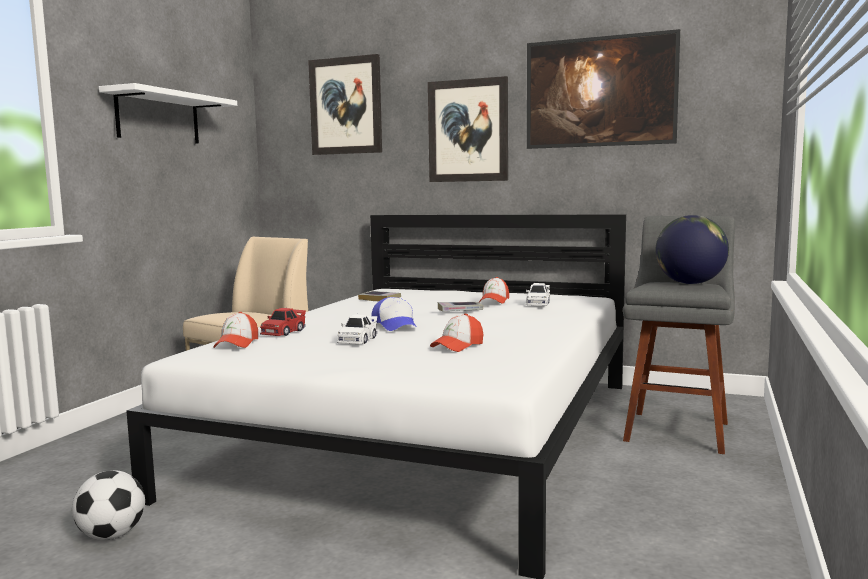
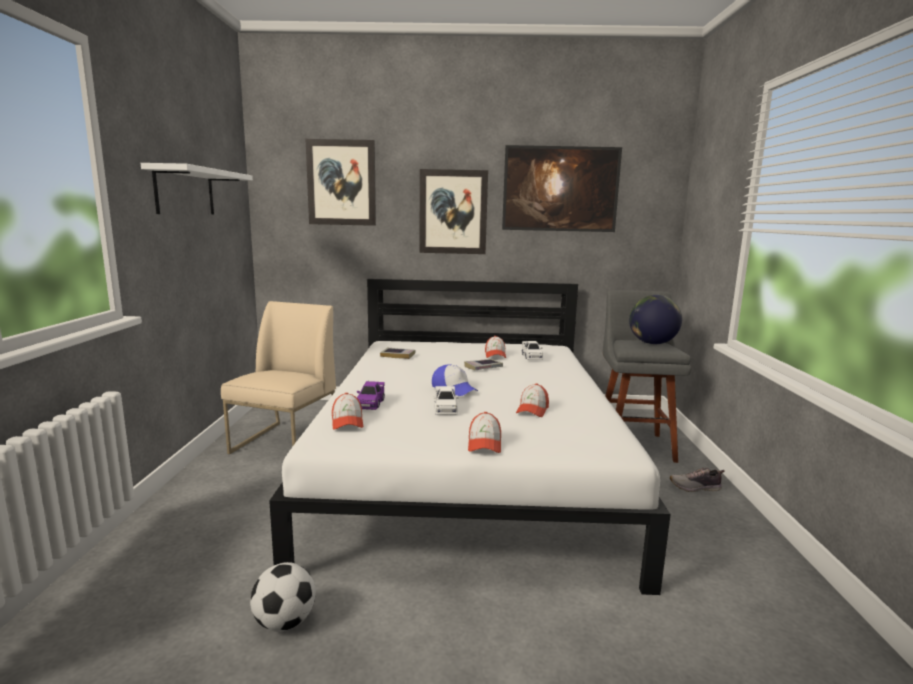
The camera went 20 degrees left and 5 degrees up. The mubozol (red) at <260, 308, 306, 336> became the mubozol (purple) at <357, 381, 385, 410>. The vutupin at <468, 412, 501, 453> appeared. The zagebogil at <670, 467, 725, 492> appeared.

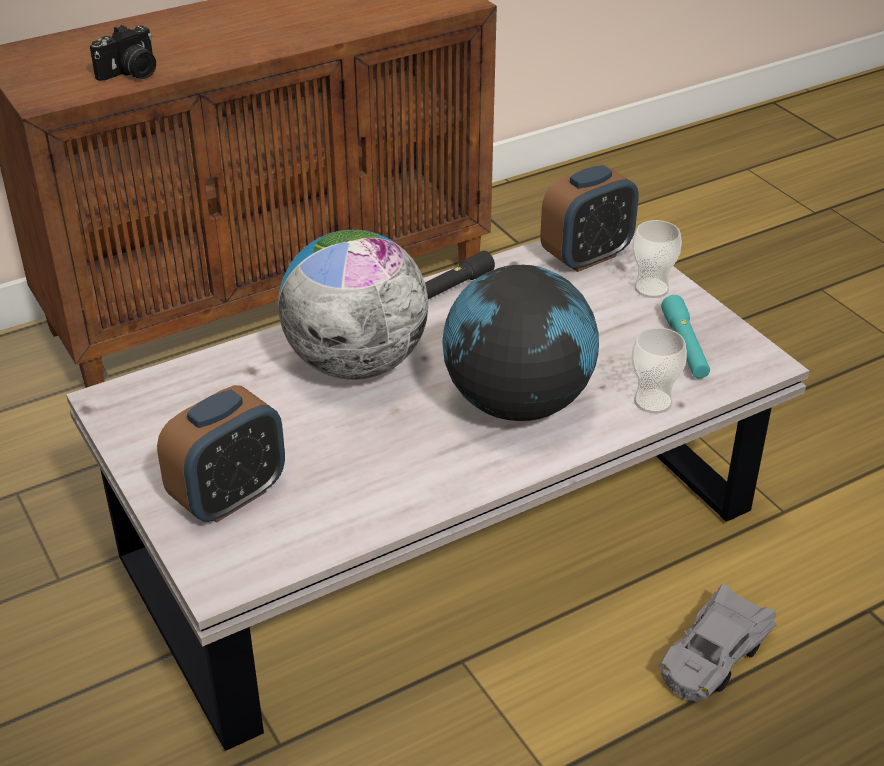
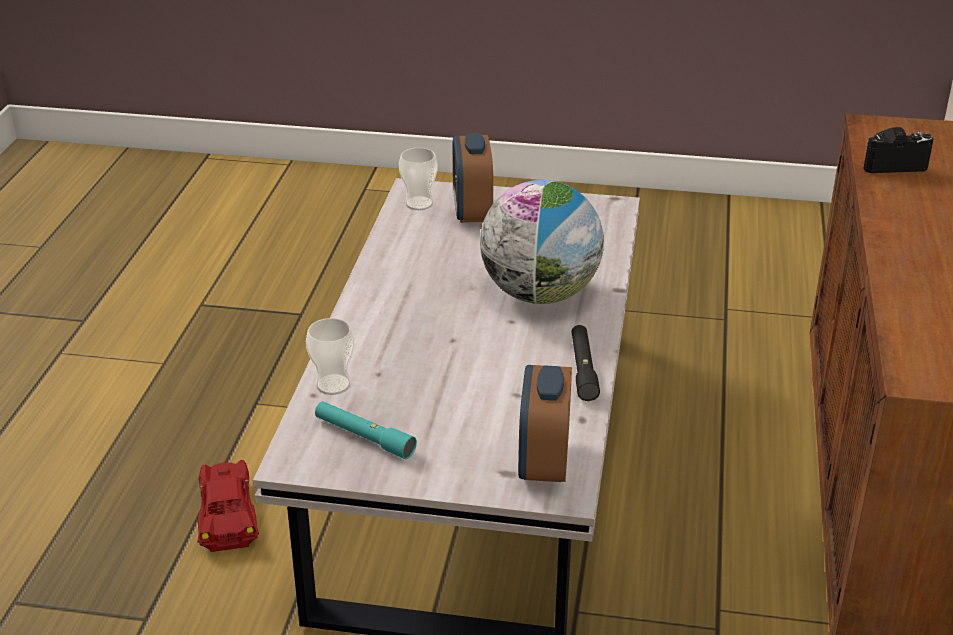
The camera went 130 degrees right and 5 degrees down. The mubozol (grey) at <659, 584, 777, 702> became the mubozol (red) at <198, 460, 259, 552>. The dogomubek moved from <632, 220, 682, 298> to <399, 148, 438, 210>. The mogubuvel at <90, 25, 156, 81> turned 90 degrees clockwise. The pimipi at <442, 265, 599, 421> disappeared.

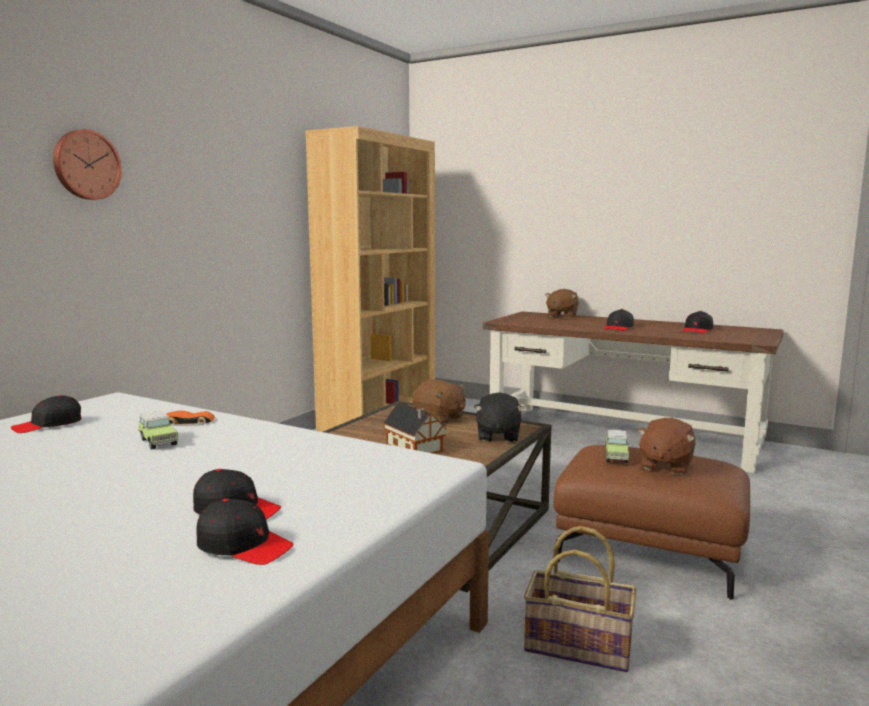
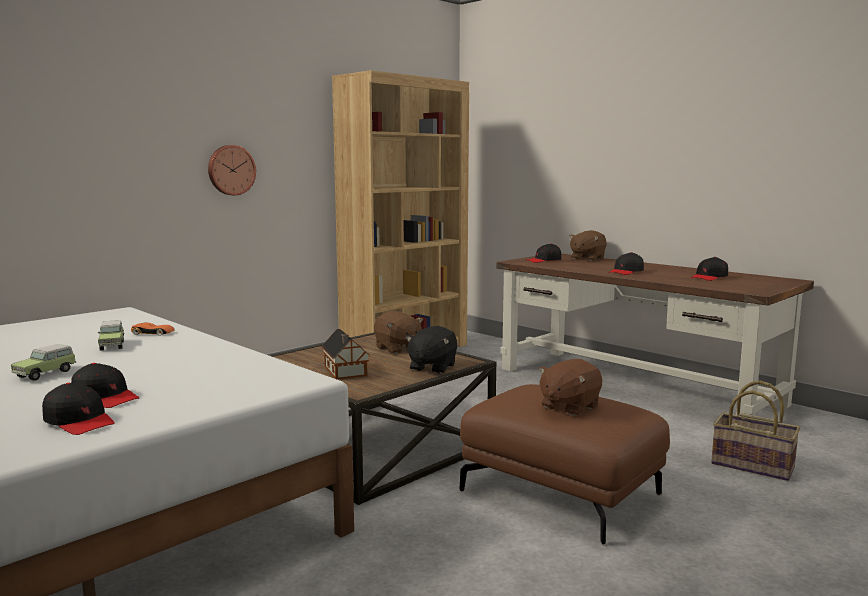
The camera went 15 degrees right and 0 degrees up. The mubozol moved from <605, 430, 630, 463> to <11, 344, 76, 381>. The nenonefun moved from <53, 129, 122, 200> to <208, 145, 256, 195>. The vutupin (black) moved from <11, 395, 81, 433> to <526, 243, 561, 263>. The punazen moved from <524, 526, 636, 672> to <711, 380, 800, 481>.

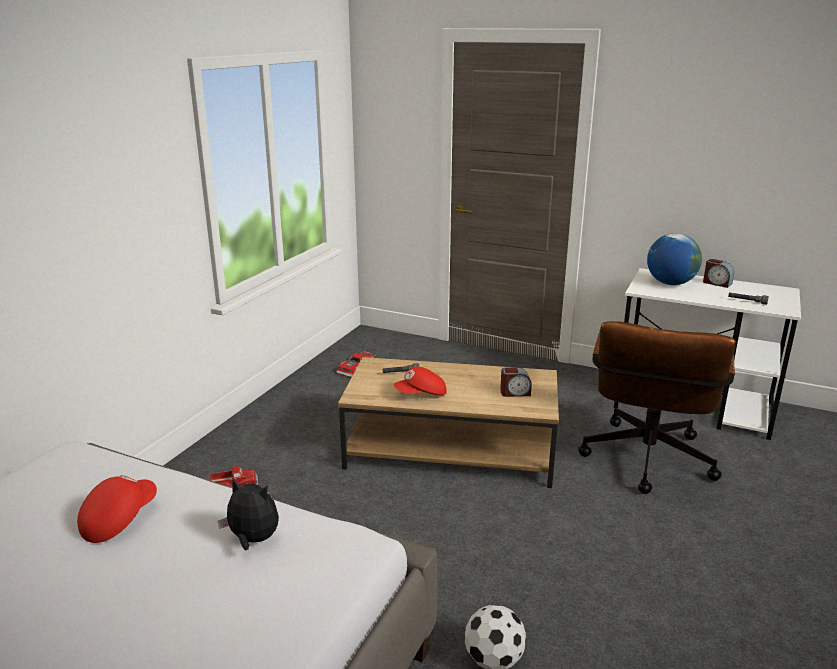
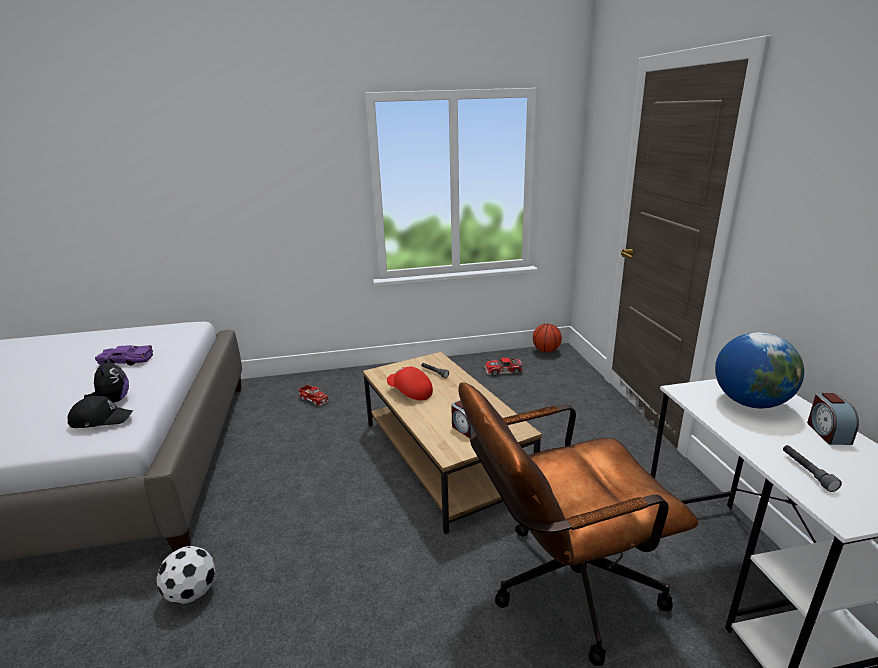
The camera went 55 degrees right and 0 degrees up. The vutupin (black) at <67, 396, 133, 428> appeared. The vutupin (red) at <77, 475, 157, 543> was replaced by the mubozol (purple) at <95, 345, 153, 366>. The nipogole at <533, 324, 562, 352> appeared.

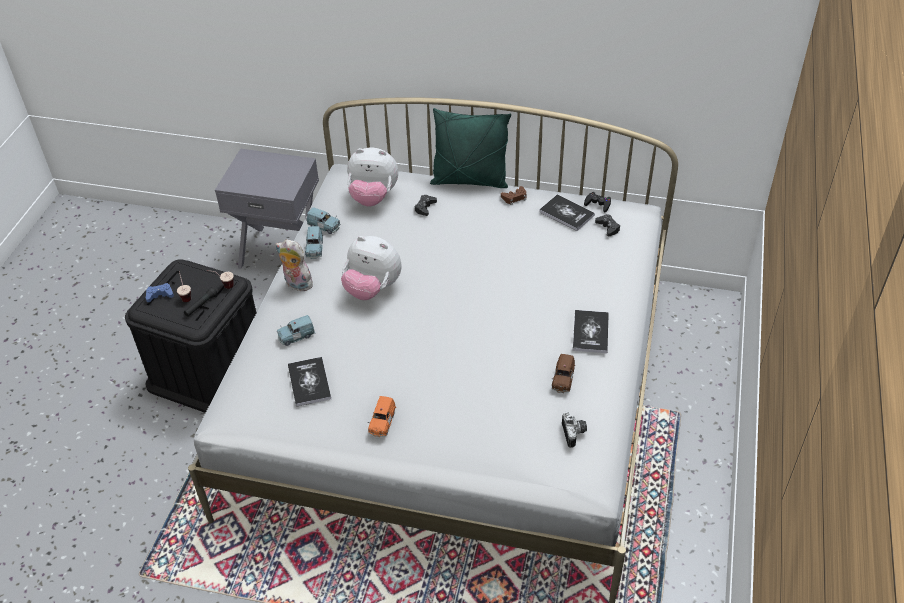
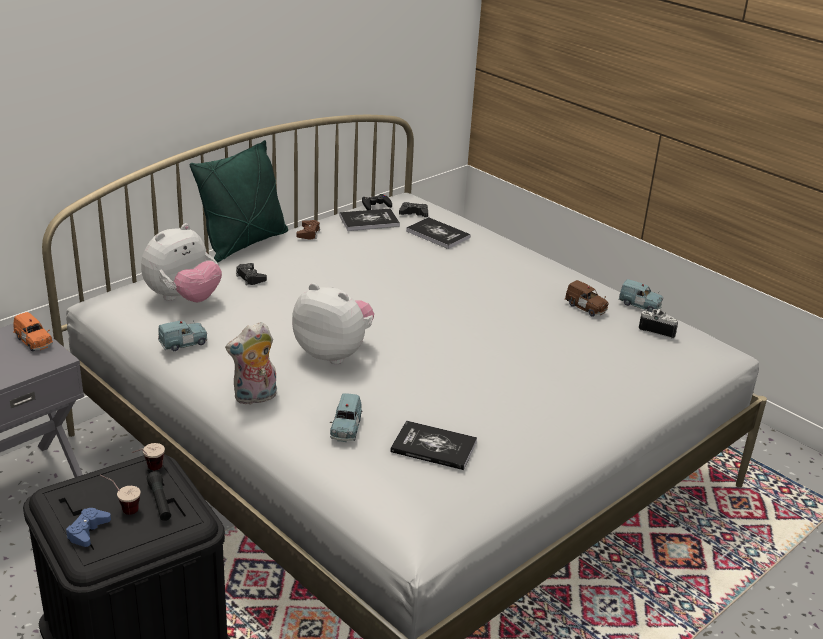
The camera went 60 degrees left and 15 degrees down. The mubozol (orange) moved from <368, 396, 396, 437> to <13, 312, 53, 351>. The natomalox at <341, 236, 402, 300> turned 120 degrees counterclockwise. The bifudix moved from <573, 310, 609, 353> to <406, 217, 471, 249>. The mubozol (blue) moved from <304, 226, 323, 259> to <618, 279, 663, 312>.

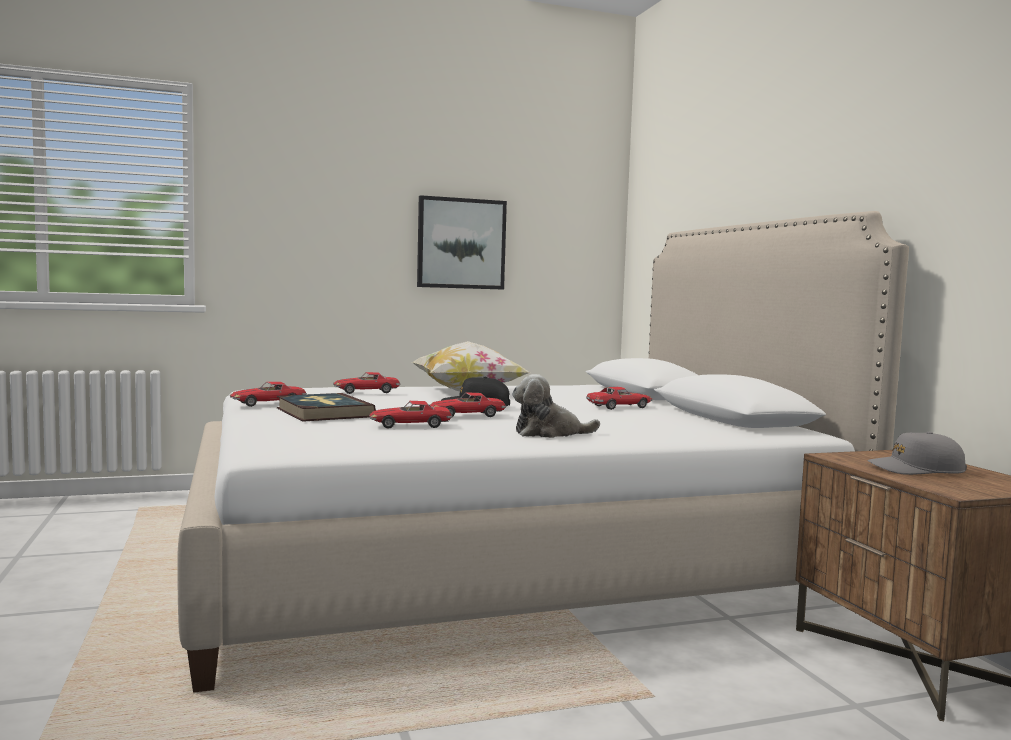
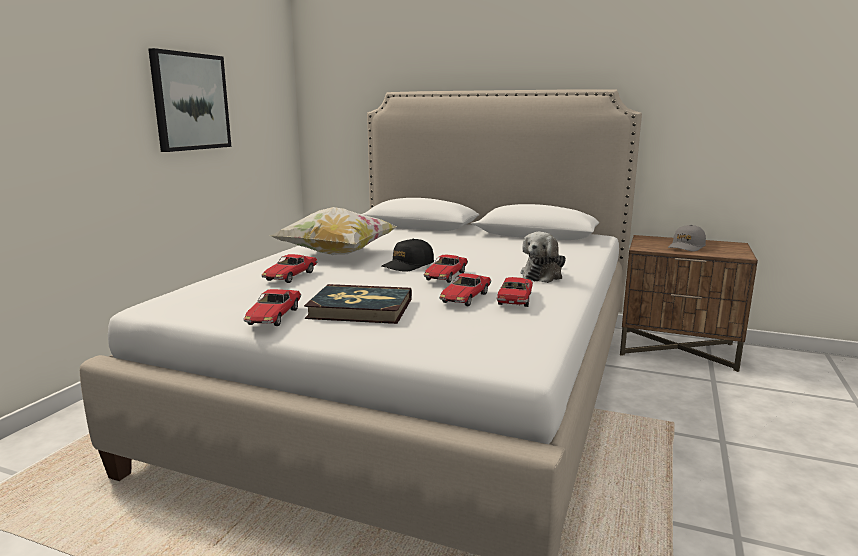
The camera went 50 degrees left and 10 degrees up. The mubozol moved from <586, 387, 653, 410> to <496, 277, 533, 307>.

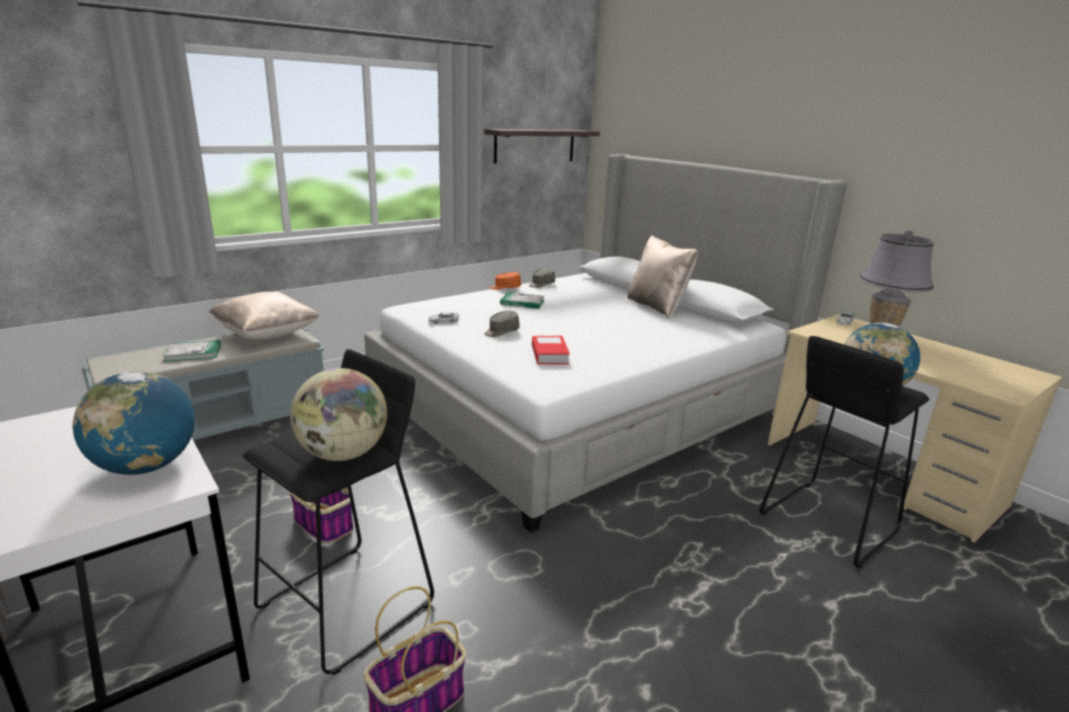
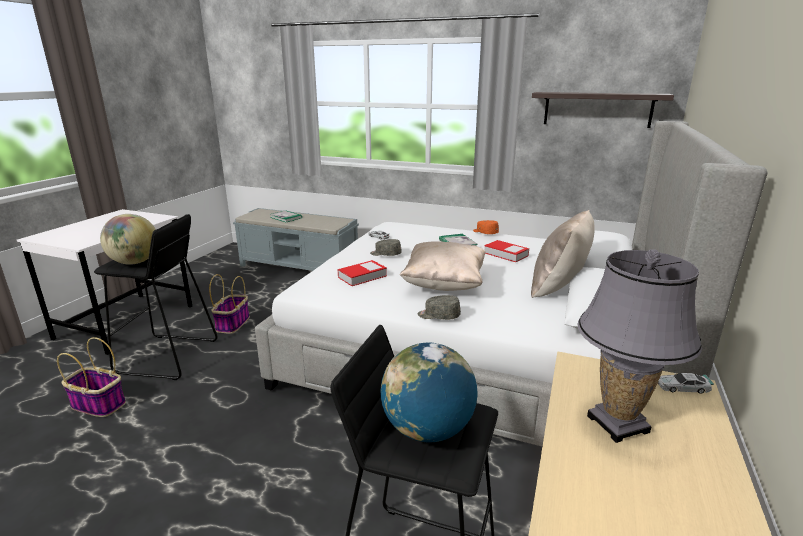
The camera went 60 degrees right and 0 degrees up. The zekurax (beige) moved from <209, 292, 319, 340> to <400, 241, 486, 291>. The vutupin (grey) moved from <529, 268, 555, 288> to <418, 295, 461, 320>. The bifudix at <484, 240, 529, 262> appeared. The pimipi at <72, 371, 195, 475> disappeared.

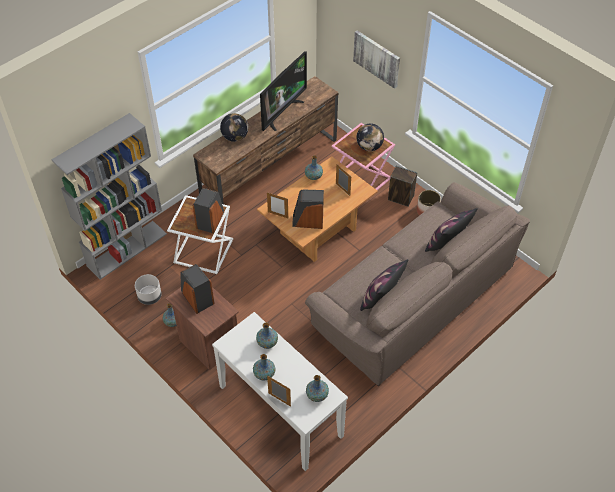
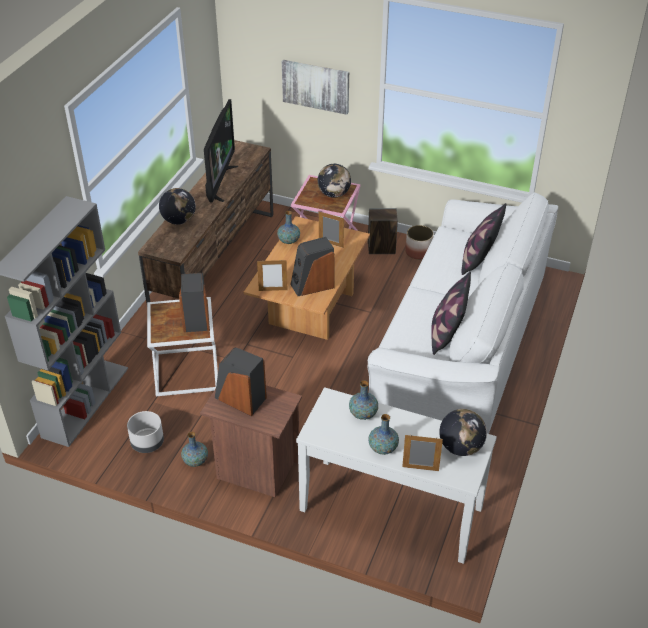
The camera went 25 degrees left and 10 degrees down. The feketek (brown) at <305, 182, 530, 386> became the feketek (white) at <368, 192, 558, 434>. The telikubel at <306, 375, 329, 402> was replaced by the pimipi at <439, 409, 487, 456>.

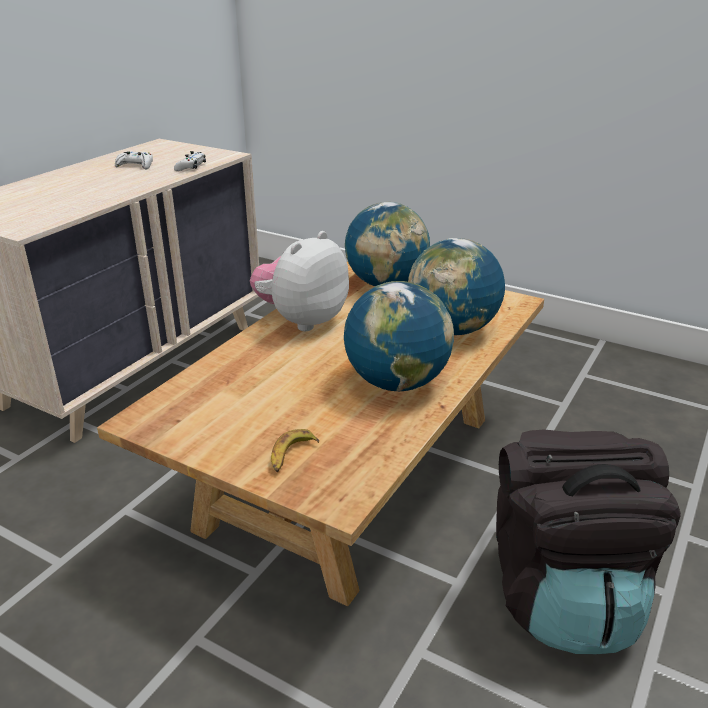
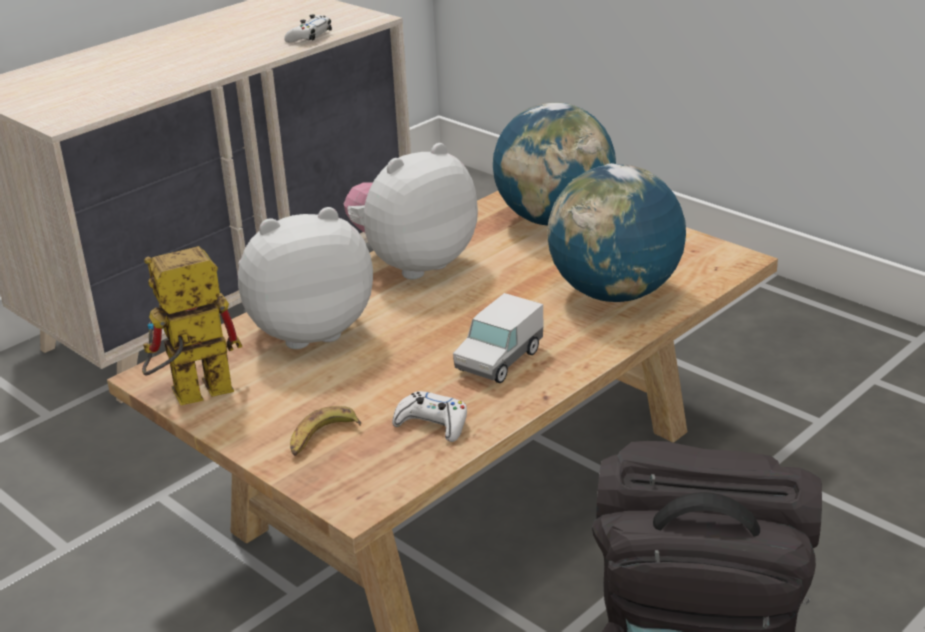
The camera went 15 degrees right and 0 degrees up. The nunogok at <142, 246, 242, 405> appeared. The natomalox at <238, 207, 373, 349> appeared. The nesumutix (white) moved from <115, 151, 153, 169> to <392, 391, 467, 442>. The pimipi at <344, 281, 454, 391> was replaced by the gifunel at <453, 293, 543, 383>.

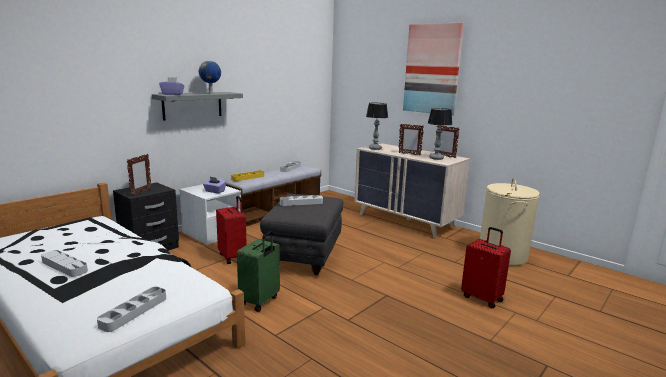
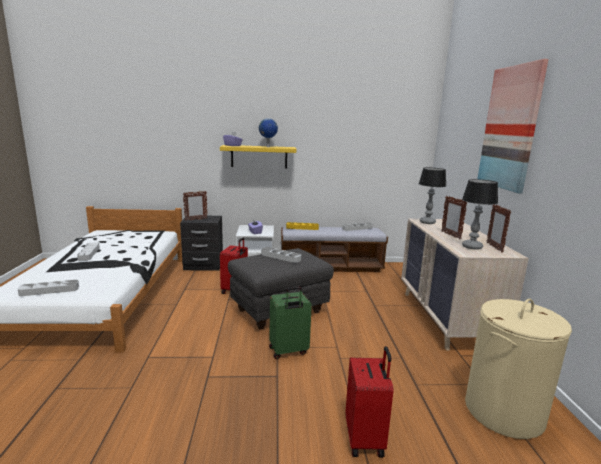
The camera went 45 degrees right and 0 degrees up. The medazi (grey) at <152, 92, 243, 120> became the medazi (yellow) at <220, 145, 296, 168>. The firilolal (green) moved from <237, 231, 280, 312> to <269, 287, 312, 359>.

